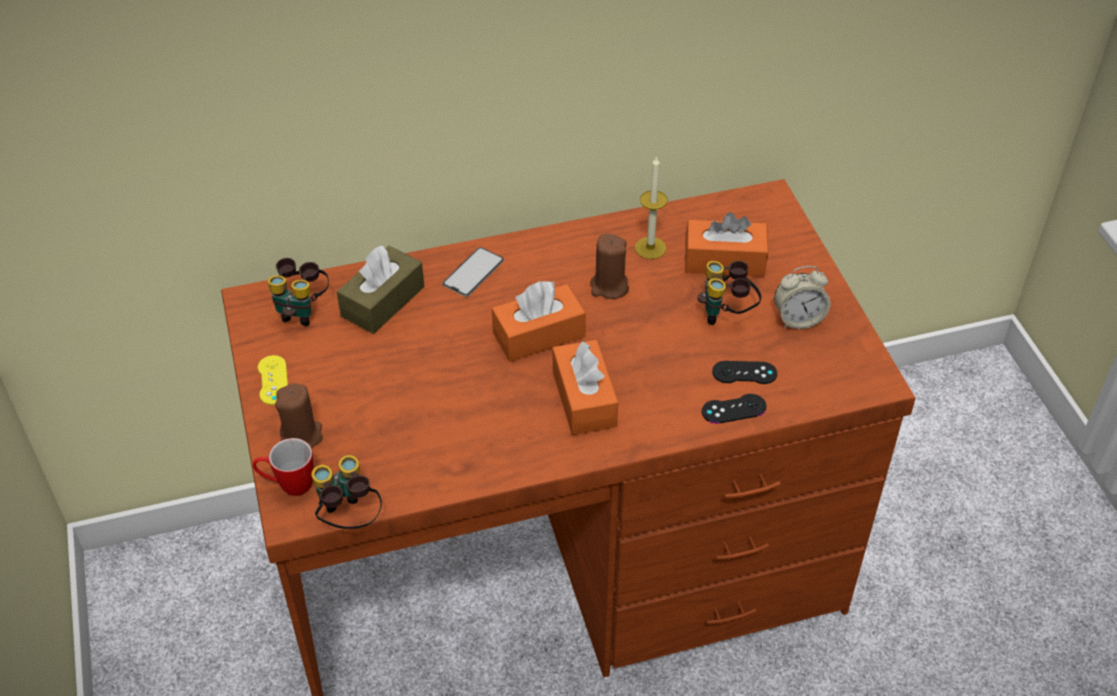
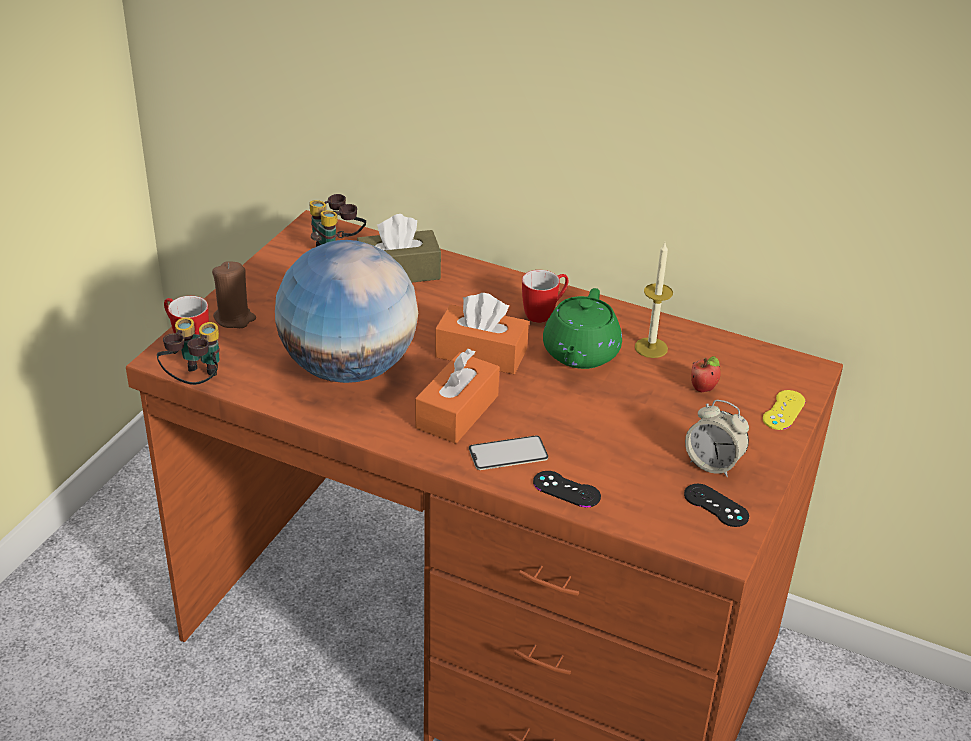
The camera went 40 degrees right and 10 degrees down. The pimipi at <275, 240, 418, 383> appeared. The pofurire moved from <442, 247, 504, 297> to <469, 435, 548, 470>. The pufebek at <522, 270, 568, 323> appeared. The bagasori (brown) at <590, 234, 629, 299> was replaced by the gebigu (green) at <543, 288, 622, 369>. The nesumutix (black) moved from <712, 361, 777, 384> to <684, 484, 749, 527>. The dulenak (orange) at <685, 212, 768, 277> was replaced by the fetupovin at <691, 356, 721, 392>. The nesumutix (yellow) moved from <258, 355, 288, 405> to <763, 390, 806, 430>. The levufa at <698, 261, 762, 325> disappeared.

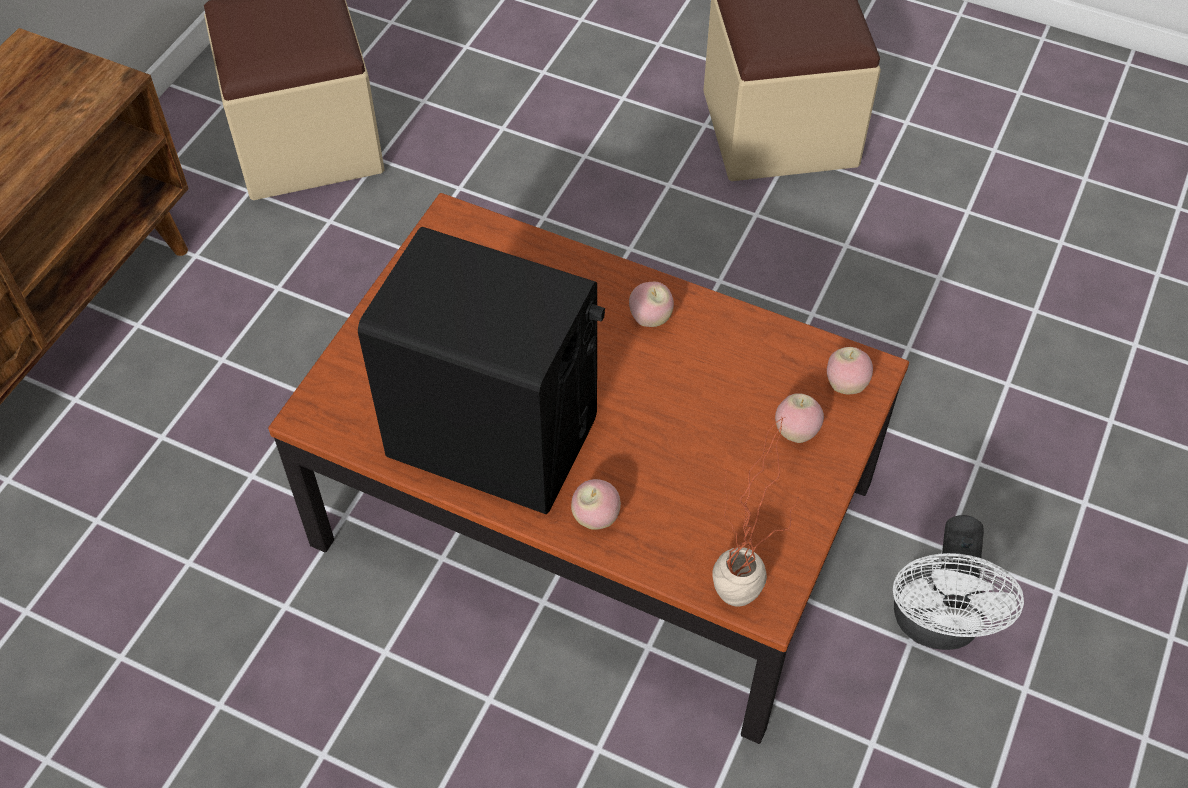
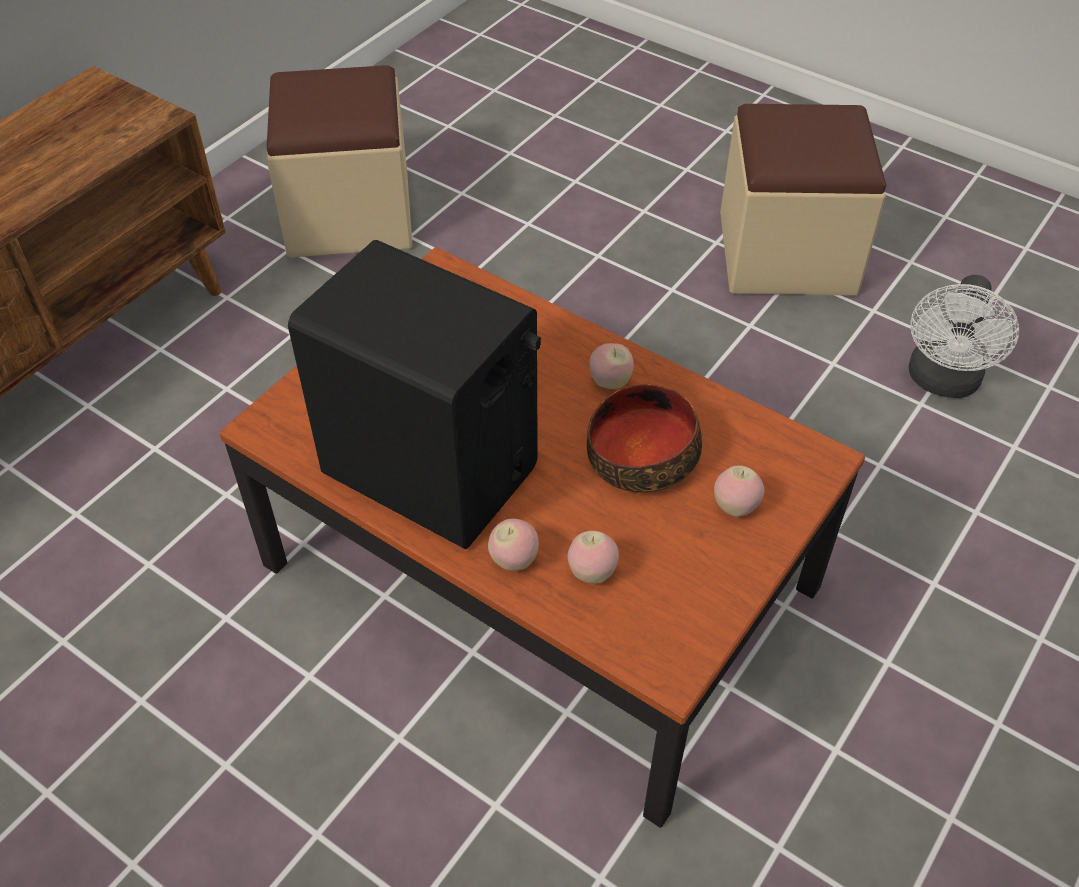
The camera went 10 degrees right and 5 degrees down. The fetupovin moved from <827, 347, 873, 394> to <568, 531, 619, 583>. The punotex at <587, 384, 702, 493> appeared. The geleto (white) moved from <893, 515, 1024, 650> to <909, 275, 1019, 398>. The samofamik at <712, 417, 799, 607> disappeared.

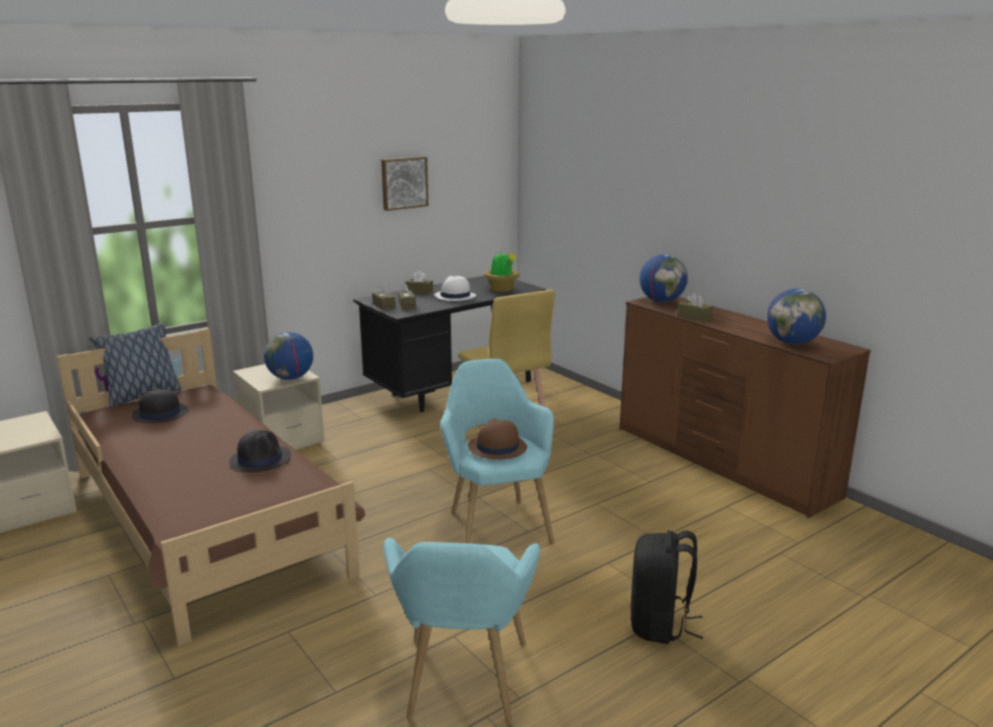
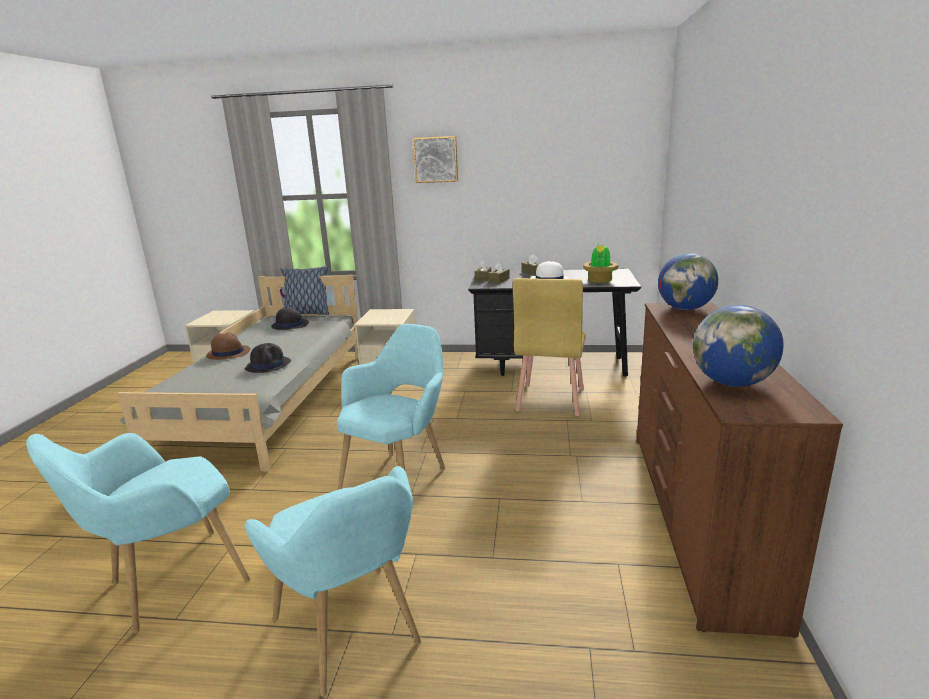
The camera went 45 degrees right and 0 degrees up. The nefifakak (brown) at <57, 328, 366, 646> became the nefifakak (grey) at <117, 275, 359, 472>. The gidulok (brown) moved from <468, 418, 527, 460> to <206, 333, 250, 360>. The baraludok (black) at <630, 531, 703, 644> was replaced by the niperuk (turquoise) at <244, 466, 421, 697>. The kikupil moved from <381, 156, 428, 211> to <413, 136, 458, 183>. The pimipi at <264, 332, 313, 380> disappeared. The dulenak (brown) at <677, 292, 713, 322> disappeared.

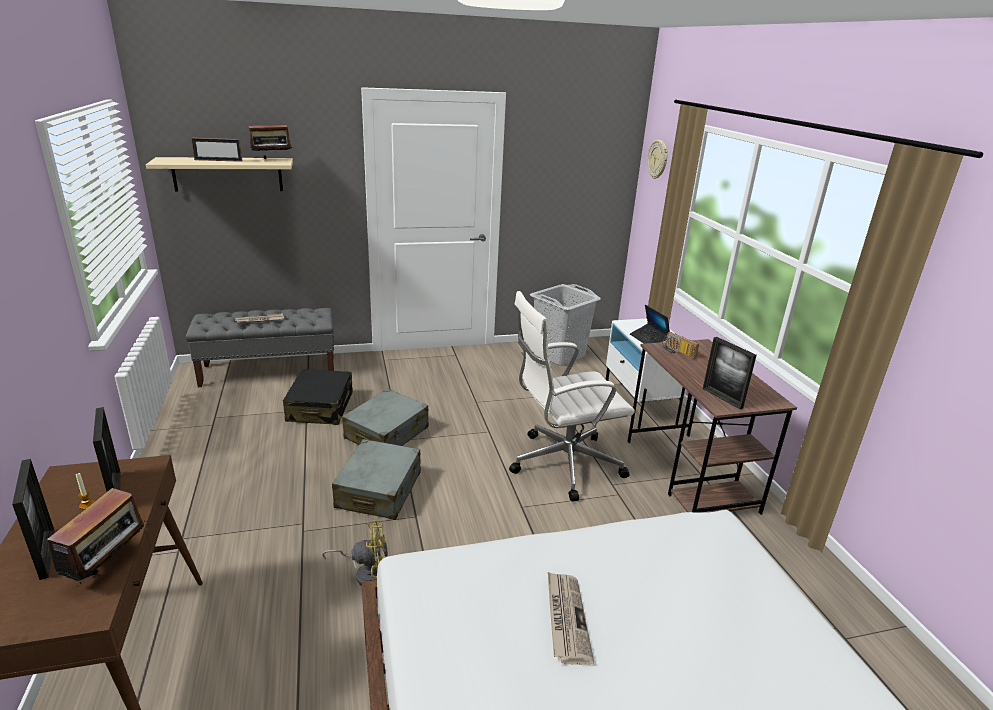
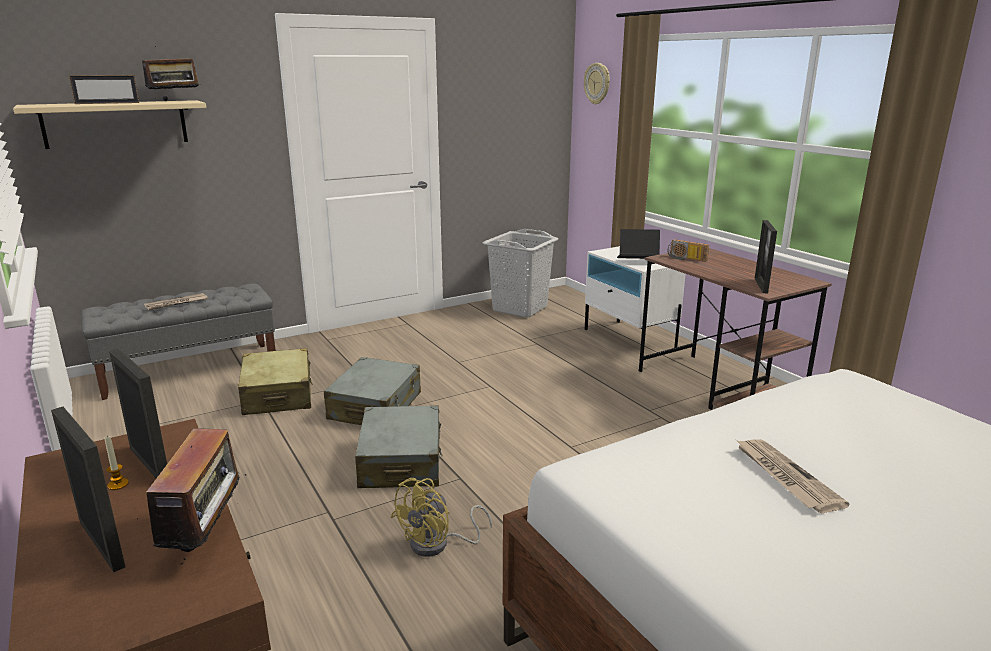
The camera went 15 degrees left and 5 degrees down. The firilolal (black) at <283, 369, 353, 425> became the firilolal (beige) at <238, 348, 313, 415>. The geleto (yellow) at <322, 520, 388, 586> turned 150 degrees clockwise. The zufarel at <630, 305, 670, 344> turned 135 degrees clockwise. The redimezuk at <703, 337, 757, 409> turned 60 degrees clockwise. The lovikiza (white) at <509, 291, 635, 502> disappeared.

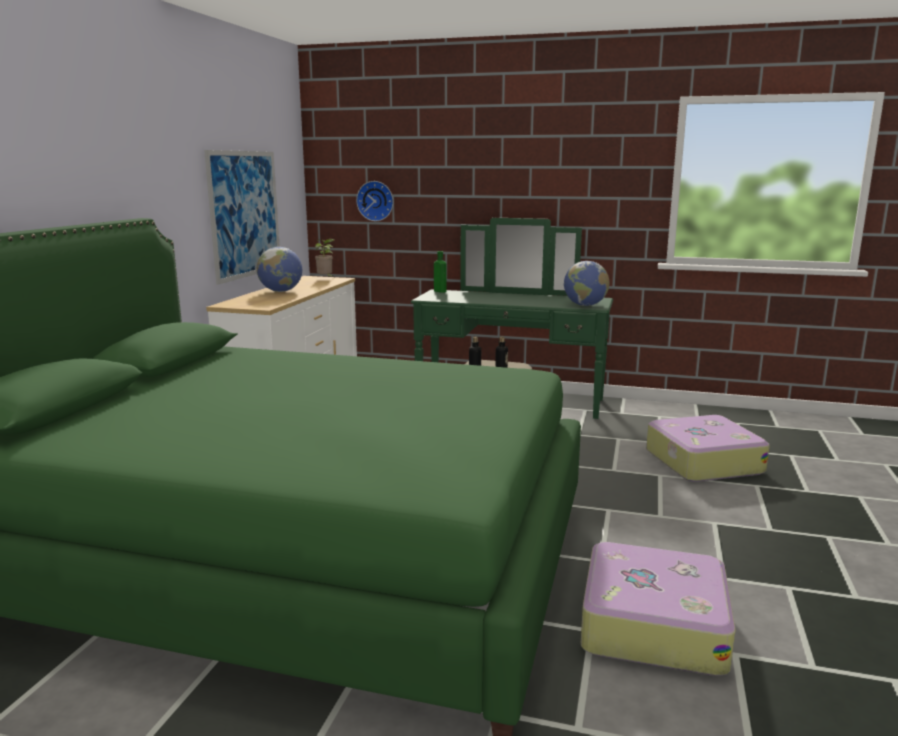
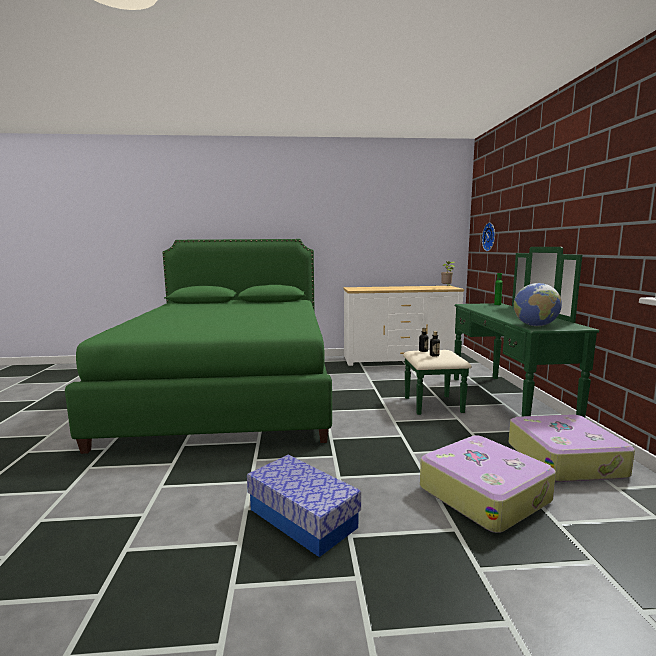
The camera went 70 degrees right and 5 degrees down. The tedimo at <247, 455, 361, 557> appeared. The firilolal moved from <581, 542, 736, 676> to <508, 414, 635, 482>. The kikupil at <204, 150, 280, 285> disappeared. The pimipi at <257, 247, 302, 292> disappeared.

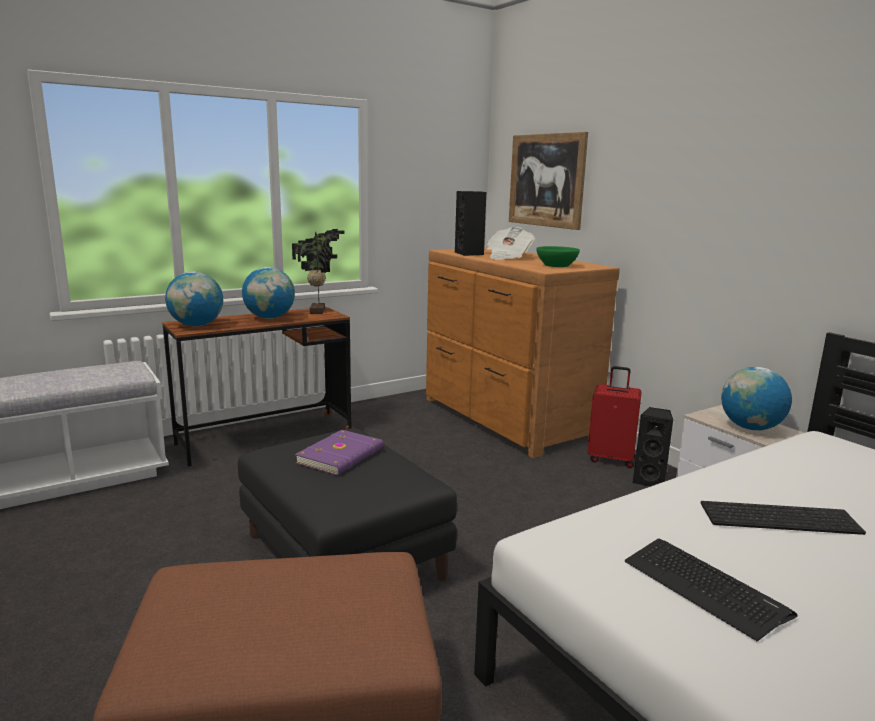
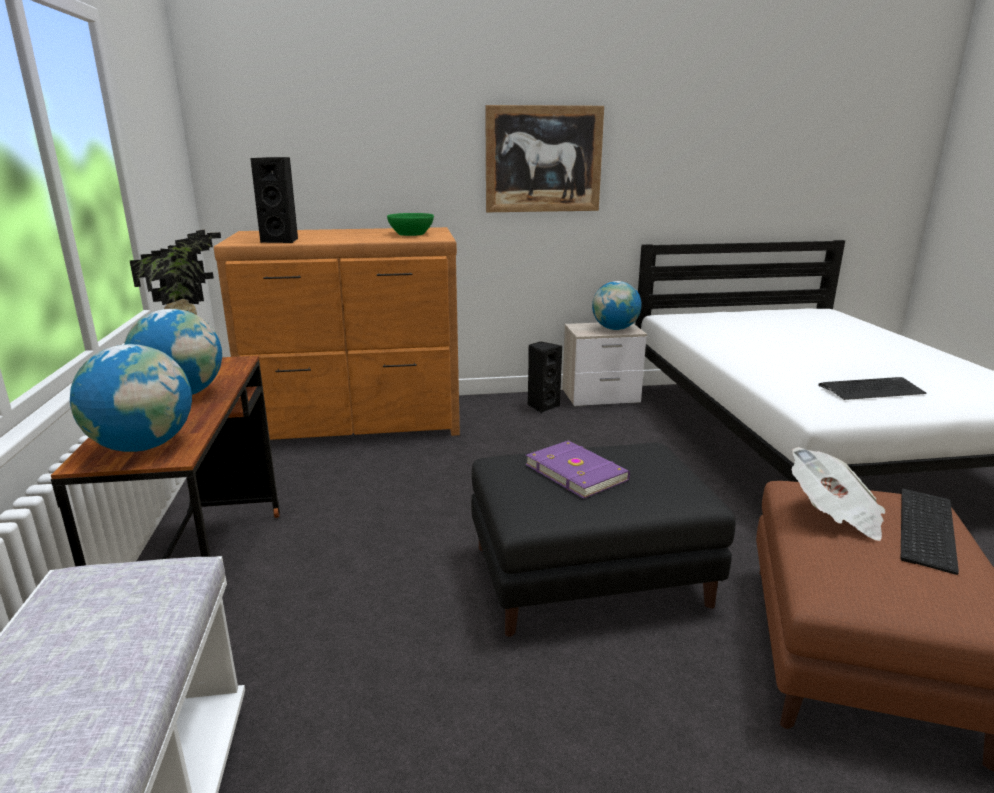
The camera went 65 degrees left and 5 degrees up. The kikupil moved from <509, 132, 588, 230> to <485, 105, 604, 212>. The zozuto moved from <487, 227, 535, 260> to <791, 447, 885, 541>. The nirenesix moved from <701, 501, 866, 535> to <901, 489, 959, 575>. The firilolal (red) at <588, 366, 642, 468> disappeared.

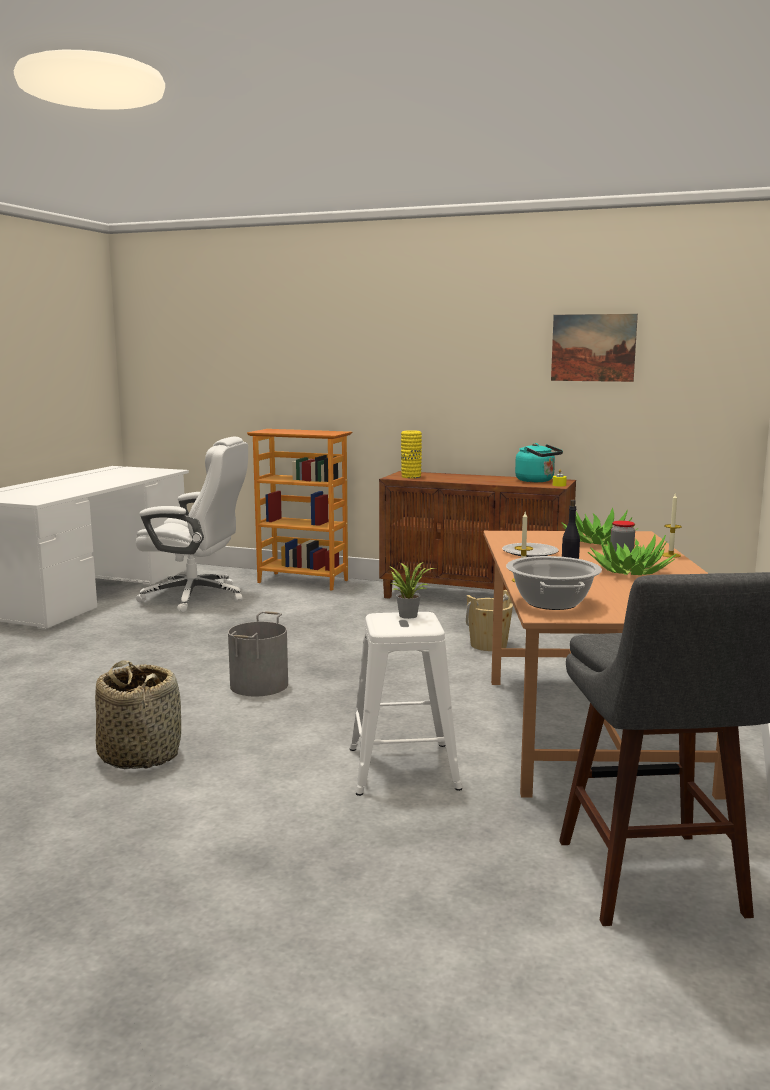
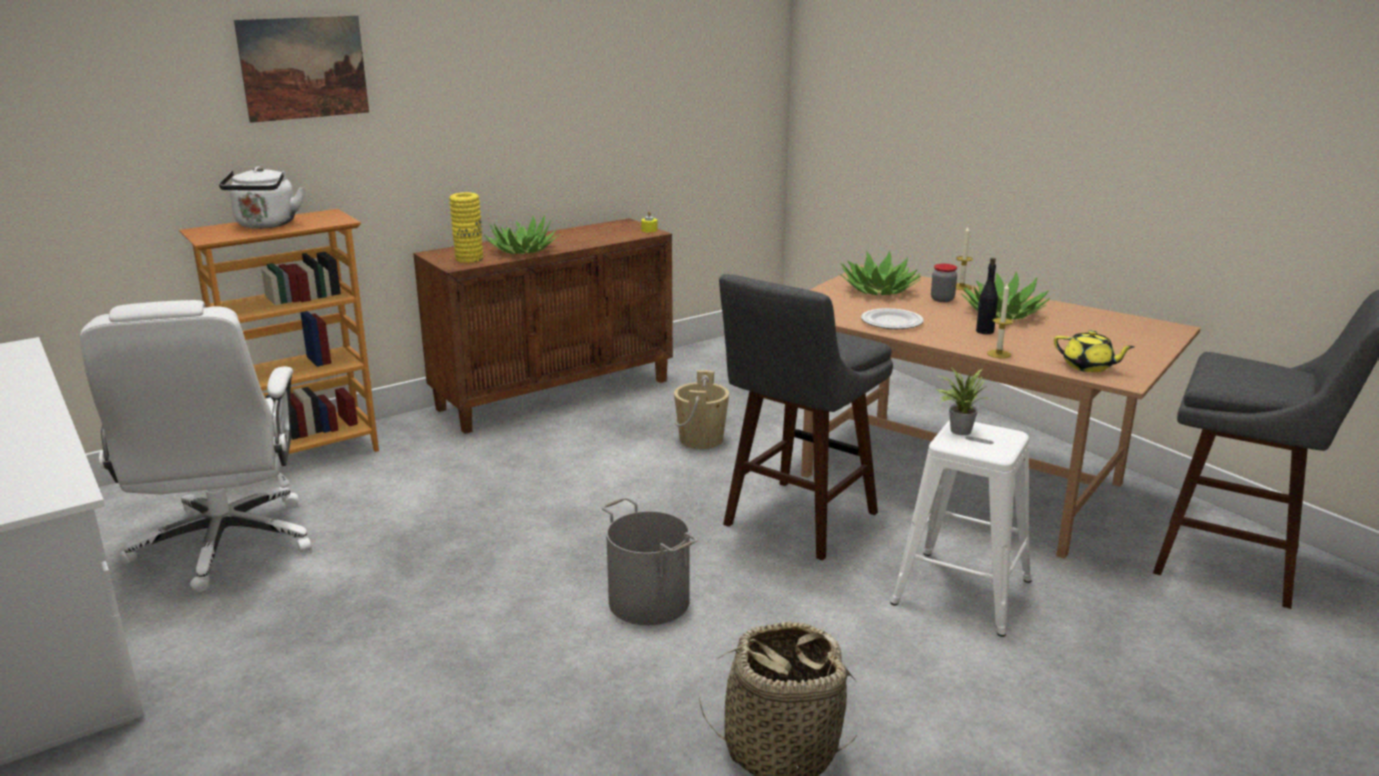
The camera went 55 degrees left and 10 degrees up. The lovikiza (white) at <136, 436, 248, 612> turned 120 degrees clockwise. The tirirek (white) at <219, 167, 304, 228> appeared. The kikupil moved from <551, 314, 638, 382> to <234, 15, 369, 123>. The samofamik at <484, 215, 560, 254> appeared. The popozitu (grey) at <719, 274, 893, 561> appeared. The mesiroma at <506, 556, 602, 610> was replaced by the gebigu (yellow) at <1054, 330, 1135, 372>. The tirirek (turquoise) at <515, 443, 563, 482> disappeared.

